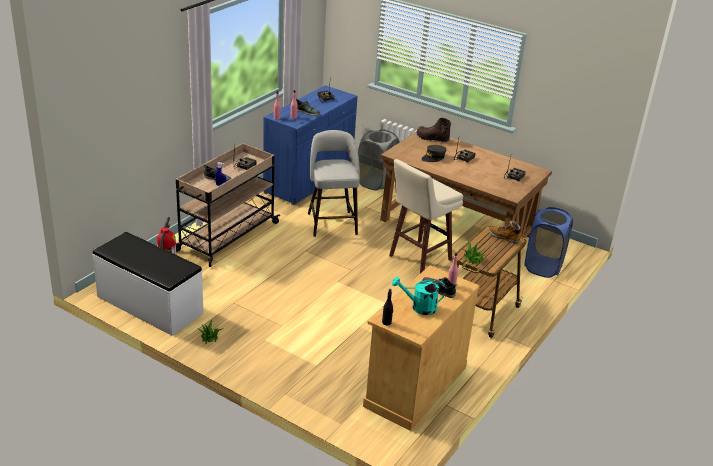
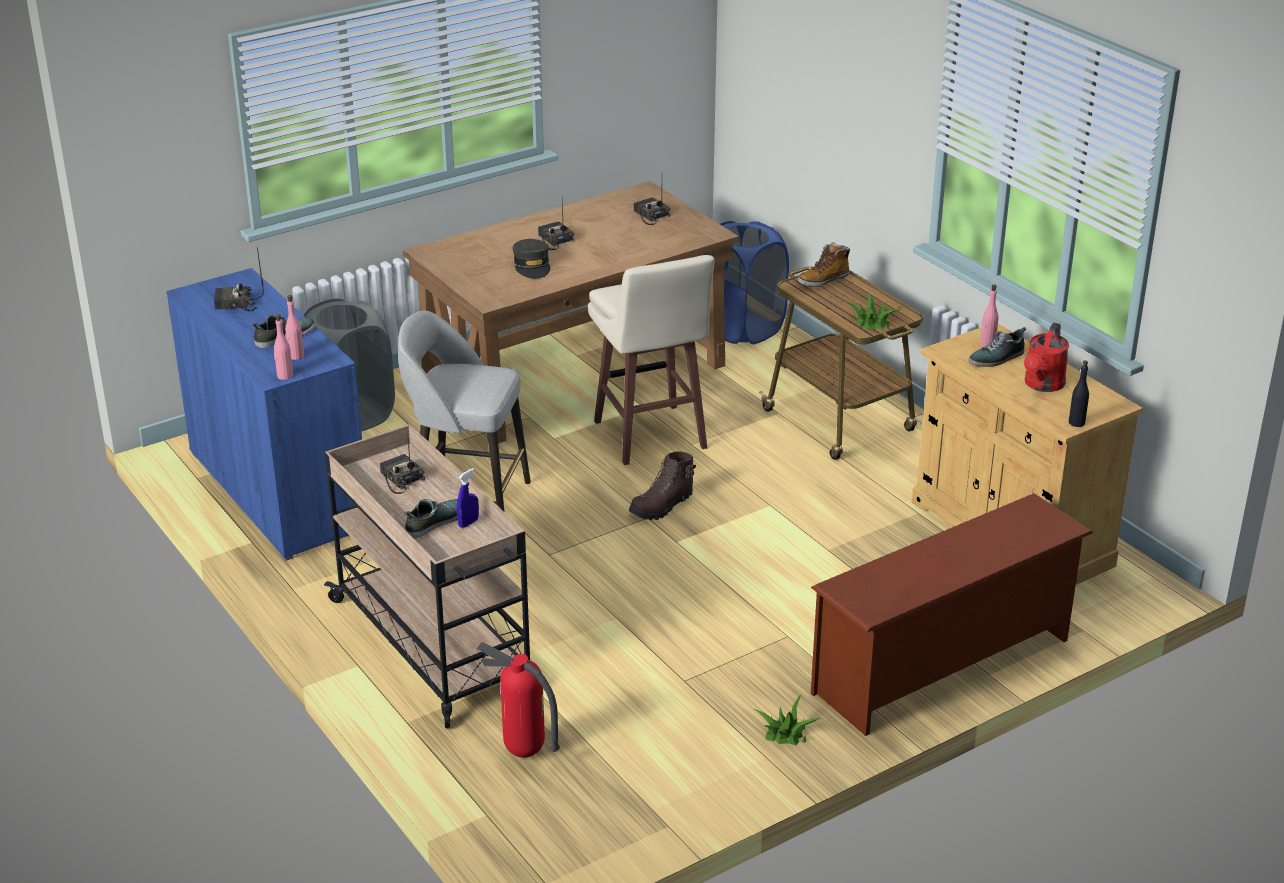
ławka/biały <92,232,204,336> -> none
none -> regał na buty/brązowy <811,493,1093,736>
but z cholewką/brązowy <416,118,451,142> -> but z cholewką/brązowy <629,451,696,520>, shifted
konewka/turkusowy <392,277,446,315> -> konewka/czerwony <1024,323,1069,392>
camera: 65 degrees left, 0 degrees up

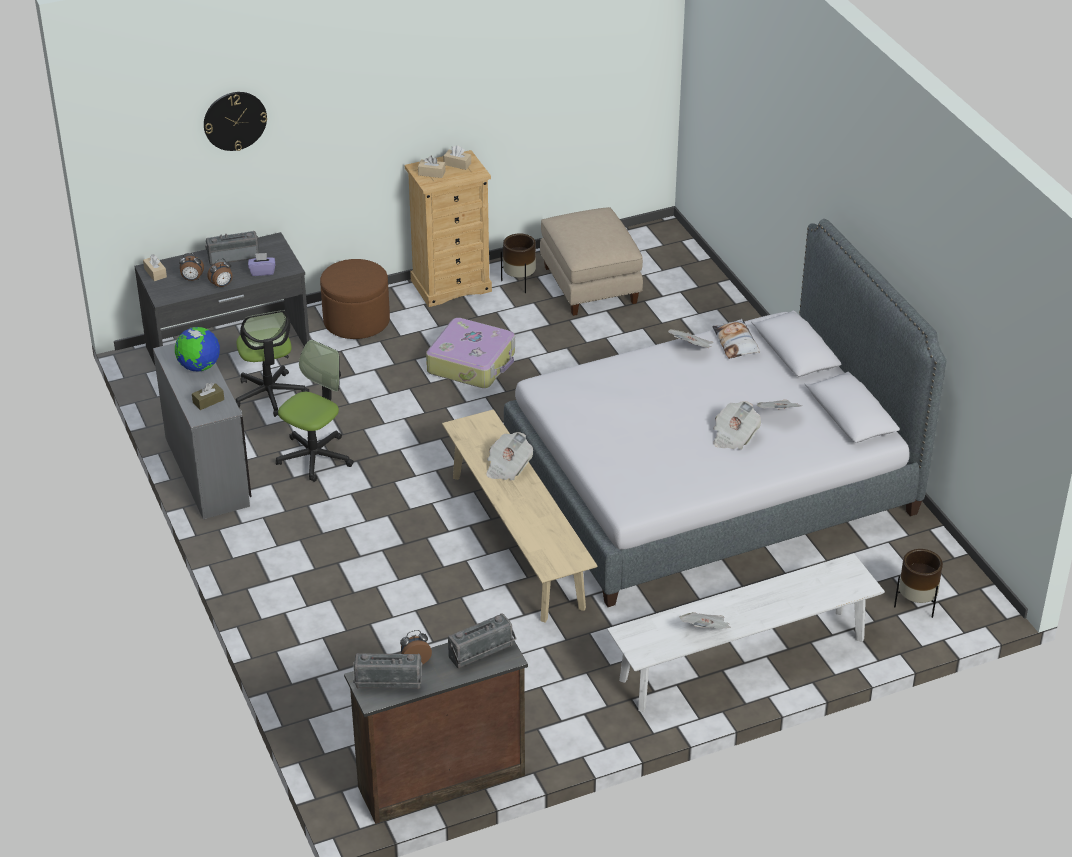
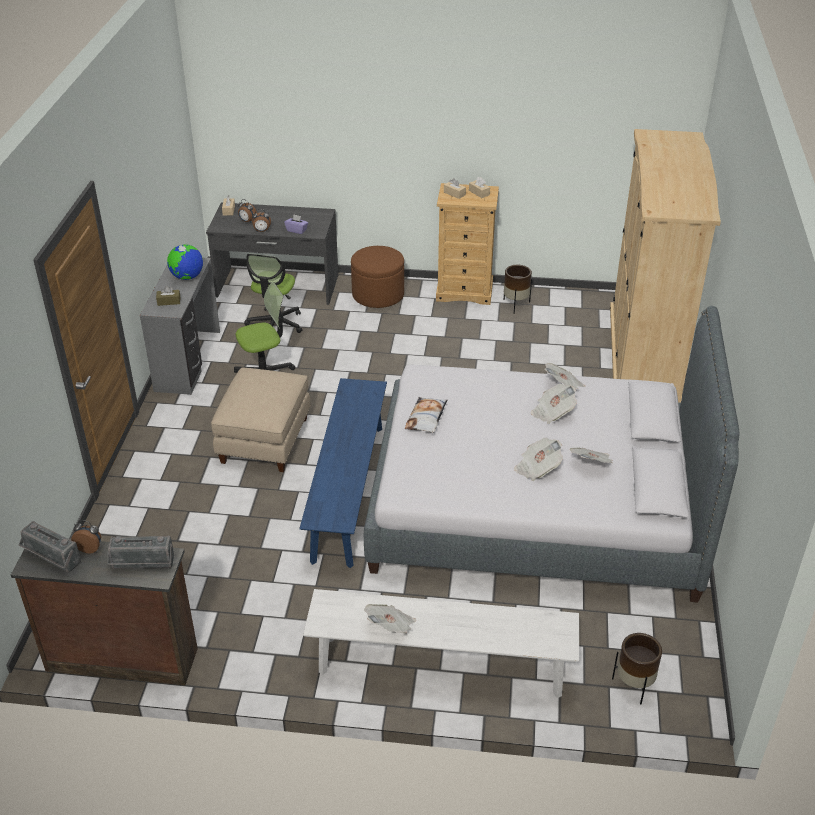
zegar ścienny <204,92,267,151> -> none
radio <205,231,259,265> -> none
walizka <426,318,515,388> -> none
none -> szafa/beżowy <610,129,721,403>
gazeta <486,432,533,480> -> gazeta <531,384,577,424>, shifted
pufa/beżowy <540,207,643,316> -> pufa/beżowy <211,367,311,472>, shifted
poduszka <712,319,760,359> -> poduszka <405,397,447,433>, shifted
ławka/beżowy <442,409,598,623> -> ławka/niebieski <300,378,387,568>
camera: 30 degrees right, 0 degrees up

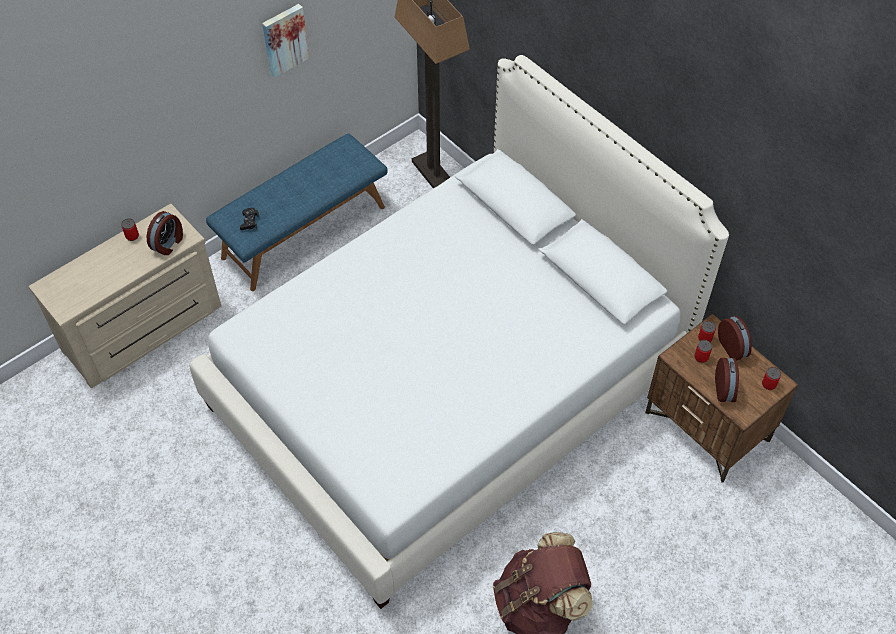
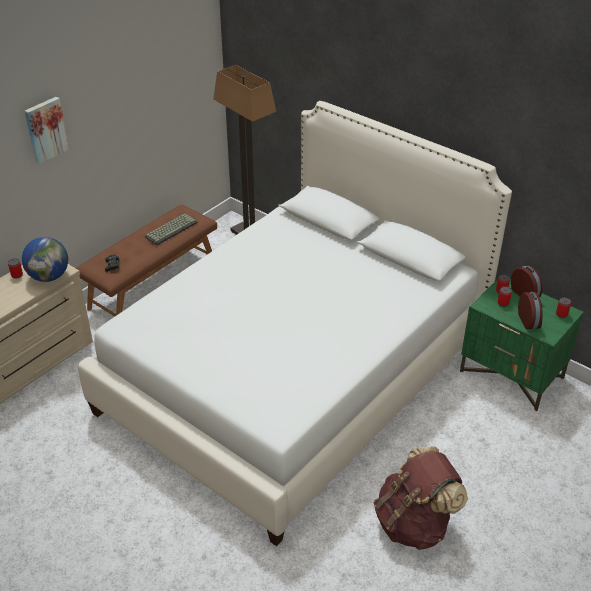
none -> klawiatura <145,214,198,245>
obraz <262,4,309,78> -> obraz <25,97,69,164>, shifted
budzik <147,211,183,255> -> globus <22,237,68,282>
ławka/niebieski <206,133,388,291> -> ławka/brązowy <76,205,217,317>
szafka nocna/brązowy <645,314,798,483> -> szafka nocna/zielony <460,279,584,411>
camera: 10 degrees left, 15 degrees down

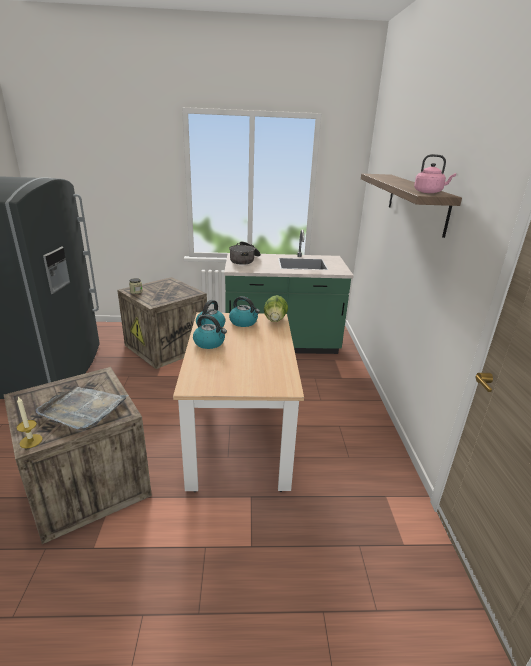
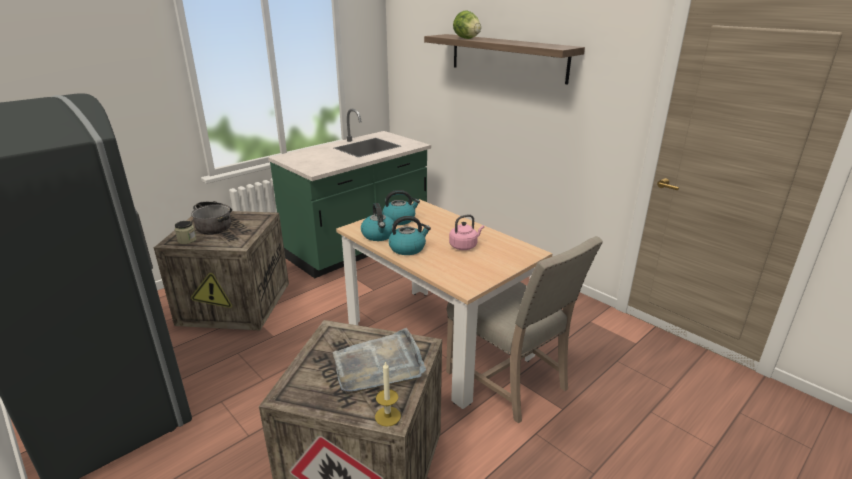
none -> krzesło/beżowy <446,236,603,423>
garnek <229,242,261,265> -> garnek <191,201,232,235>, shifted
sałata <264,295,288,322> -> sałata <453,10,481,39>, shifted
czajnik/różowy <414,154,456,193> -> czajnik/różowy <449,214,484,250>, shifted
camera: 40 degrees left, 0 degrees up

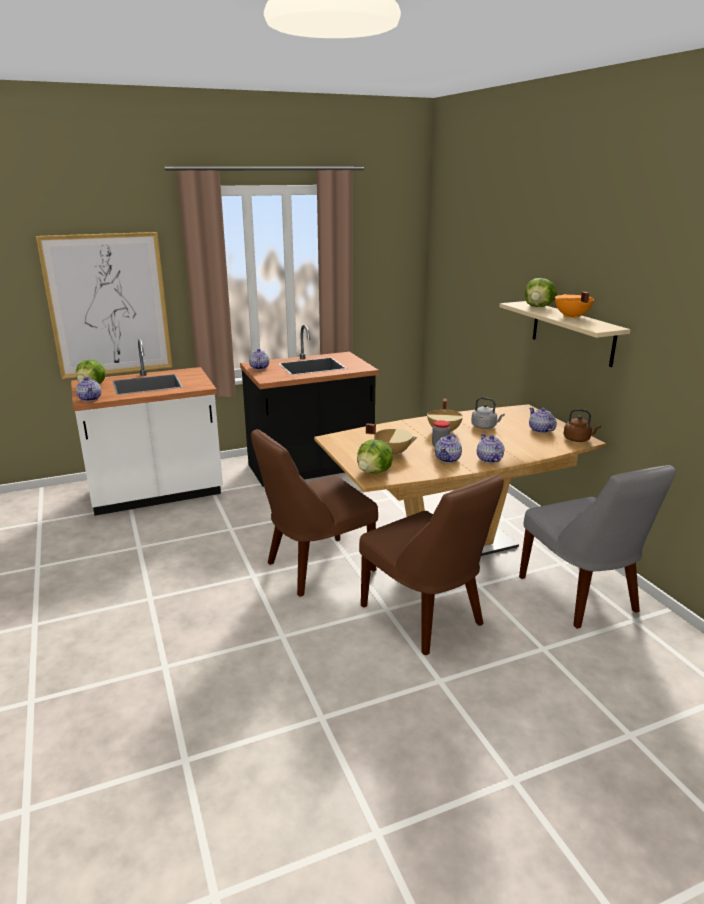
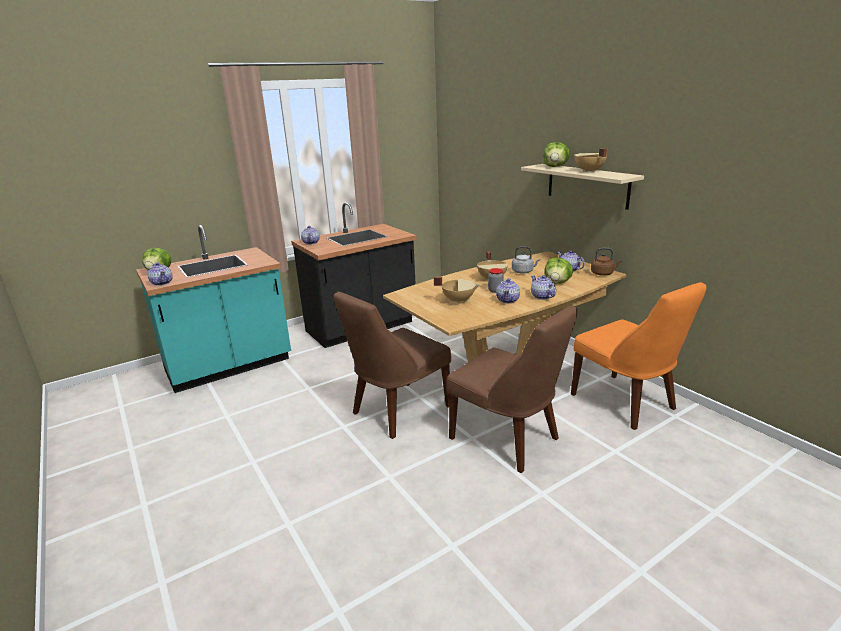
obraz <36,232,173,379> -> none
sałata <357,440,393,474> -> sałata <544,258,573,284>, shifted
zabudowa kuchenna/biały <71,339,223,516> -> zabudowa kuchenna/turkusowy <136,225,291,393>
krzesło/szary <519,465,675,629> -> krzesło/pomarańczowy <571,282,706,430>
garnek/pomarańczowy <555,292,594,319> -> garnek/beżowy <574,148,607,172>
camera: 10 degrees left, 0 degrees up

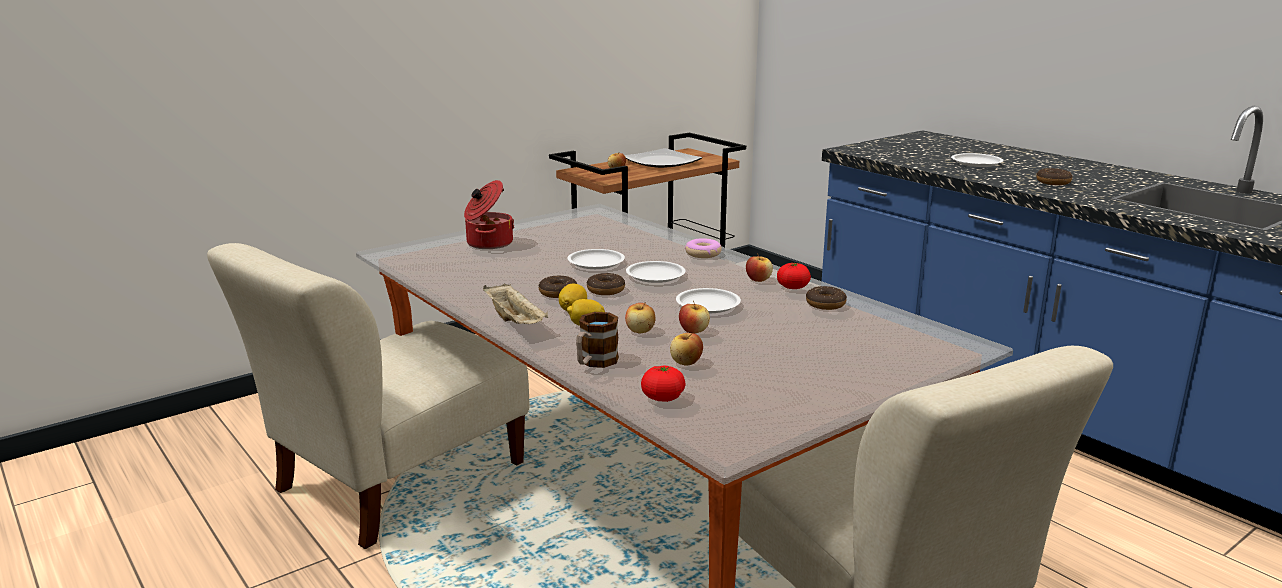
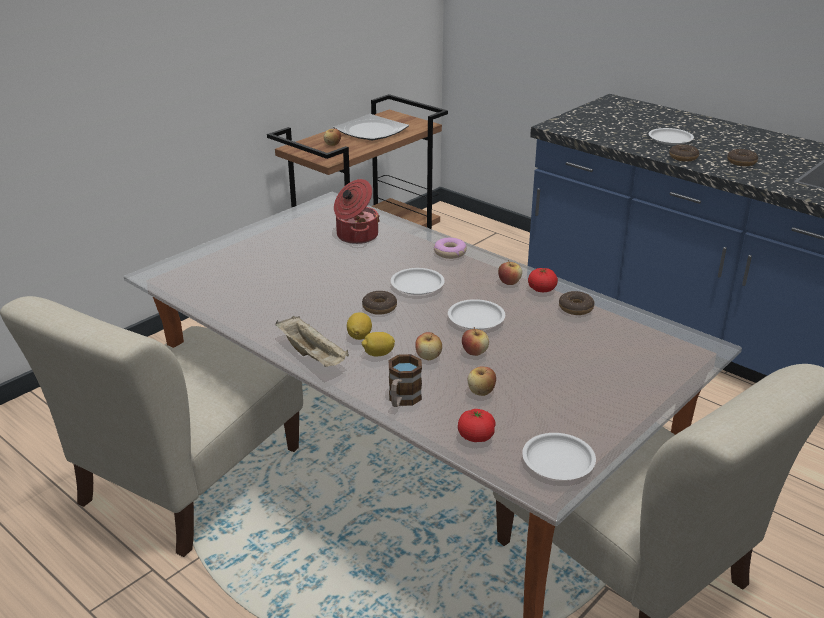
garnek <464,180,514,249> -> garnek <334,179,380,244>, shifted
donut <539,275,577,298> -> donut <669,144,699,161>, shifted
talerz/biały <567,249,625,269> -> talerz/biały <522,433,596,480>, shifted
camera: 10 degrees left, 10 degrees up

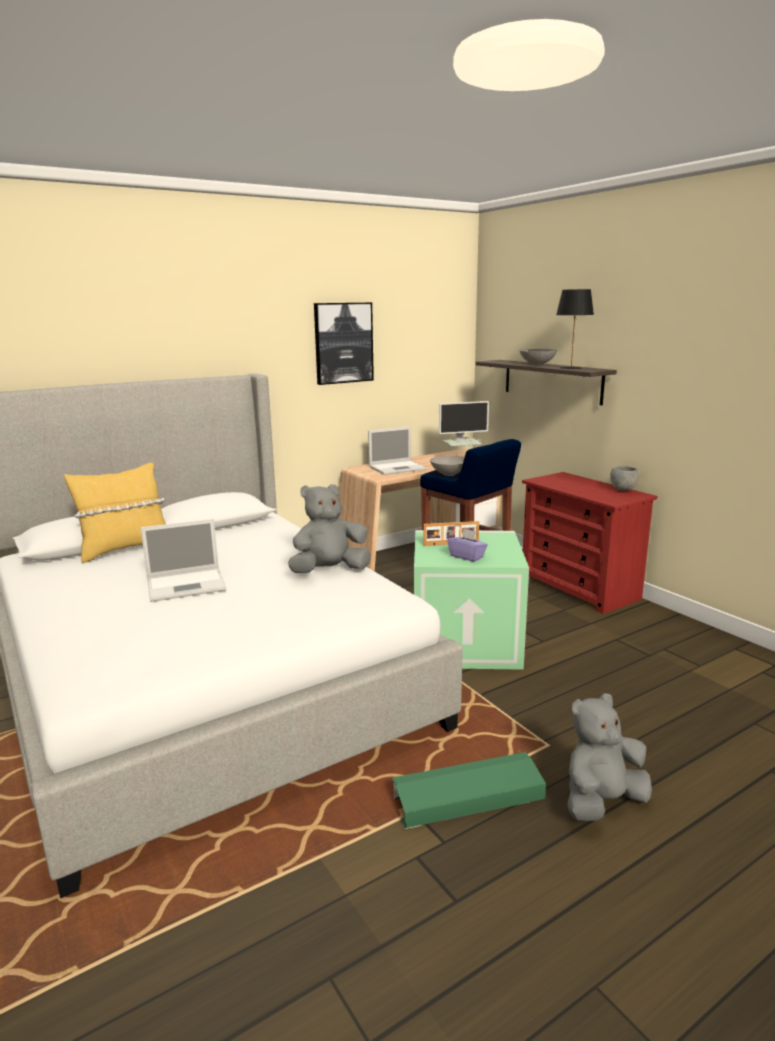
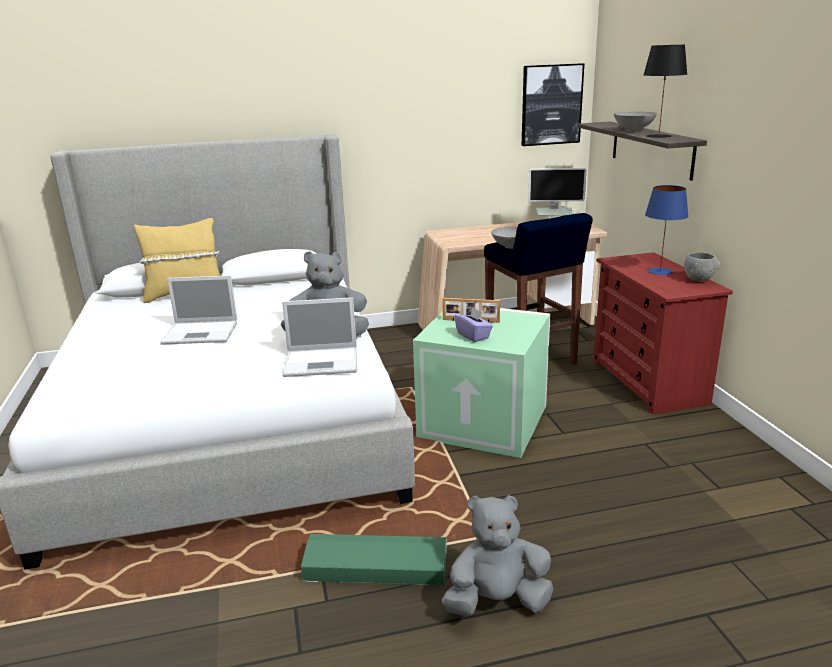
none -> lampa stołowa/niebieski <645,185,689,275>
obraz <314,303,374,385> -> obraz <522,63,584,146>, shifted
laptop <368,427,426,475> -> laptop <282,297,357,377>, shifted
camera: 20 degrees right, 5 degrees up

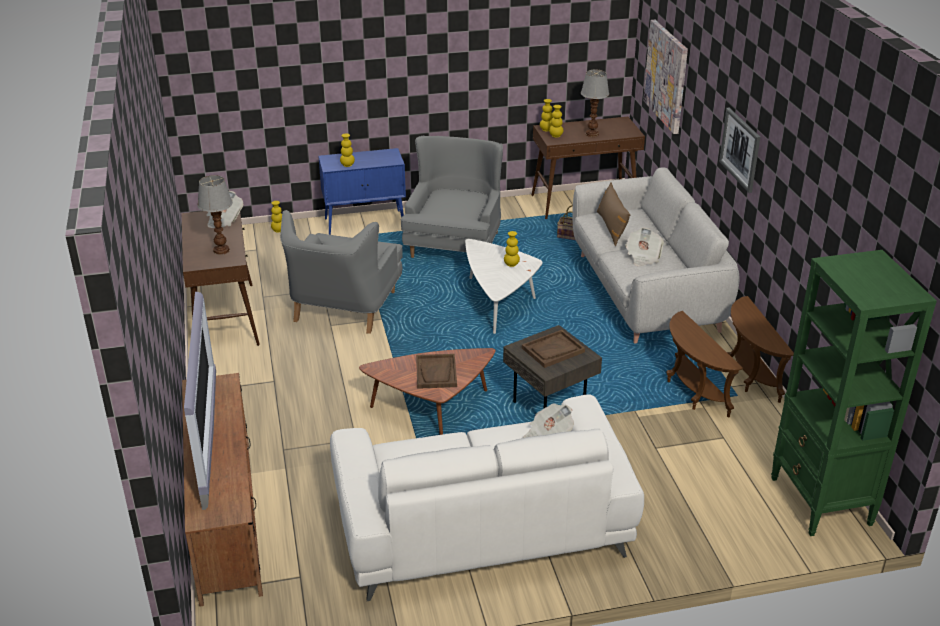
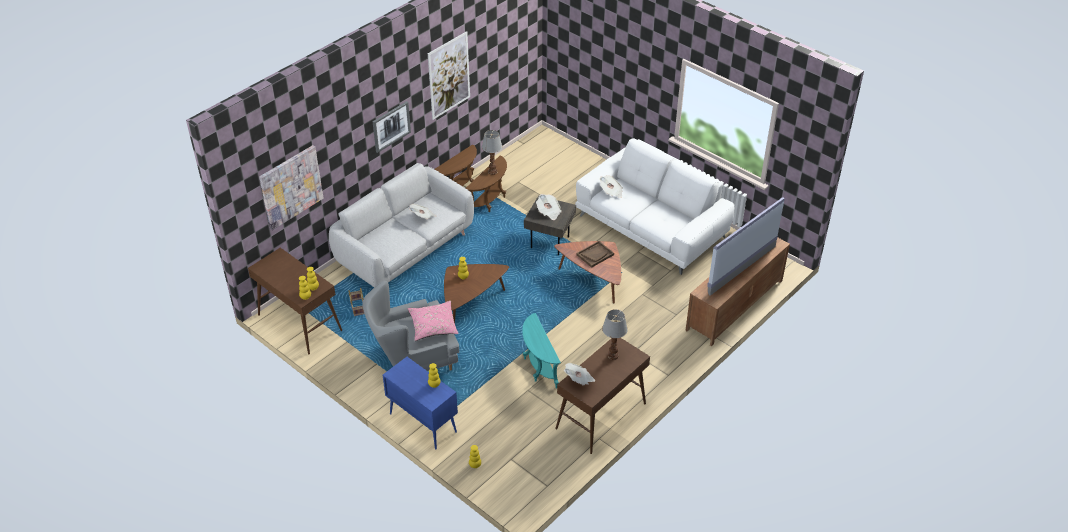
poduszka/brązowy <597,182,630,246> -> none
regał/zielony <771,250,937,536> -> none
none -> poduszka/różowy <407,301,459,341>
none -> obraz <428,31,470,120>
lampa stołowa <581,70,609,137> -> lampa stołowa <482,130,502,175>, shifted
fotel/szary <280,210,403,334> -> stolik/turkusowy <522,313,561,389>
taca/brązowy <522,330,585,368> -> gazeta <536,194,562,220>
ława/biały <465,239,543,334> -> ława/brązowy <444,264,509,323>
camera: 125 degrees left, 10 degrees up

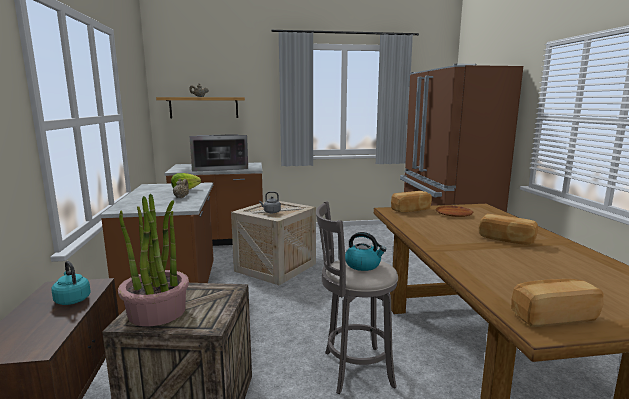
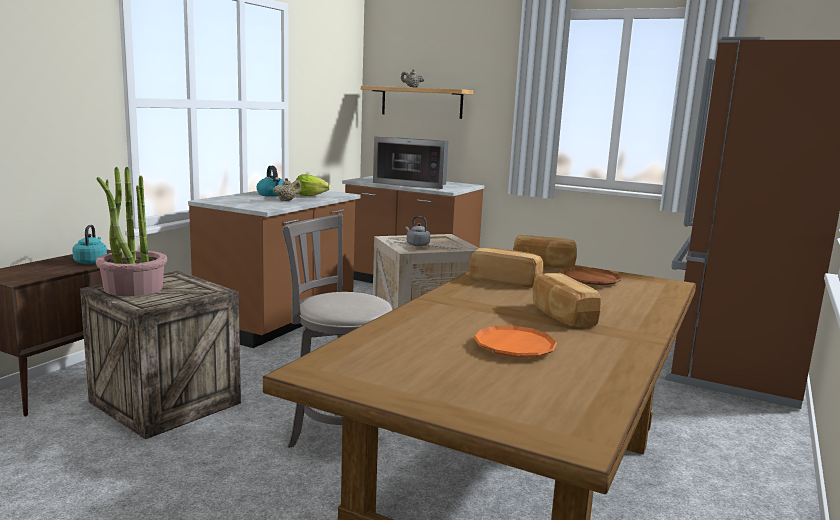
none -> talerz/pomarańczowy <474,325,557,357>
czajnik <345,232,386,271> -> czajnik <256,166,284,197>, shifted
chleb <511,279,603,327> -> chleb <470,248,543,288>, shifted
camera: 35 degrees right, 0 degrees up

